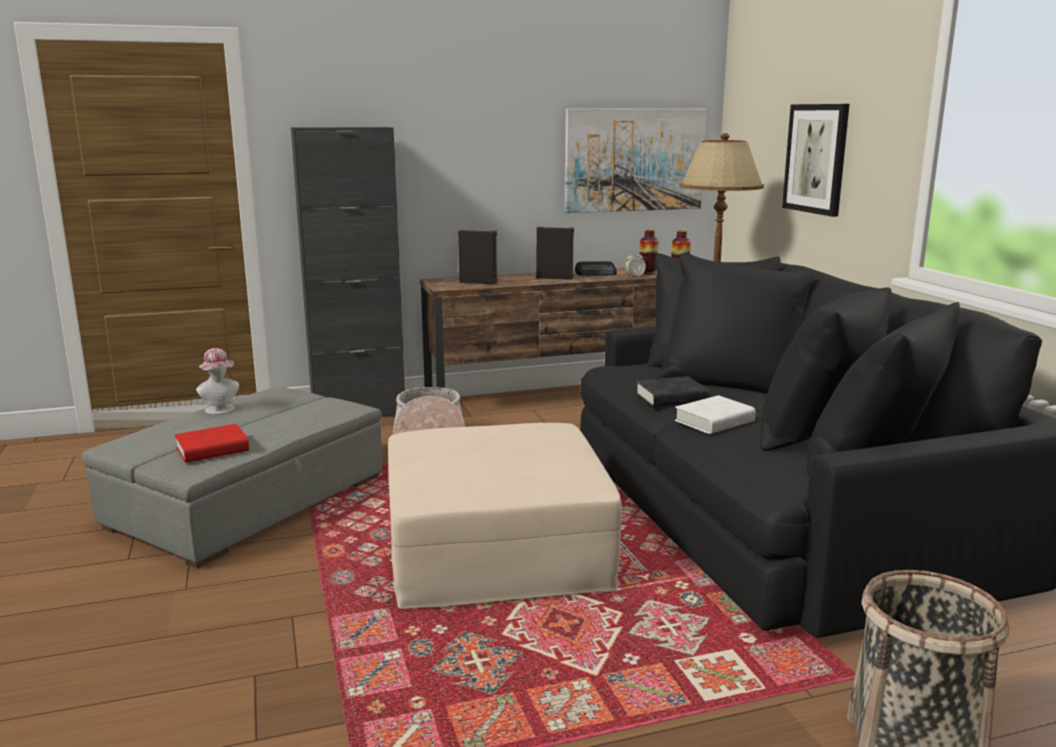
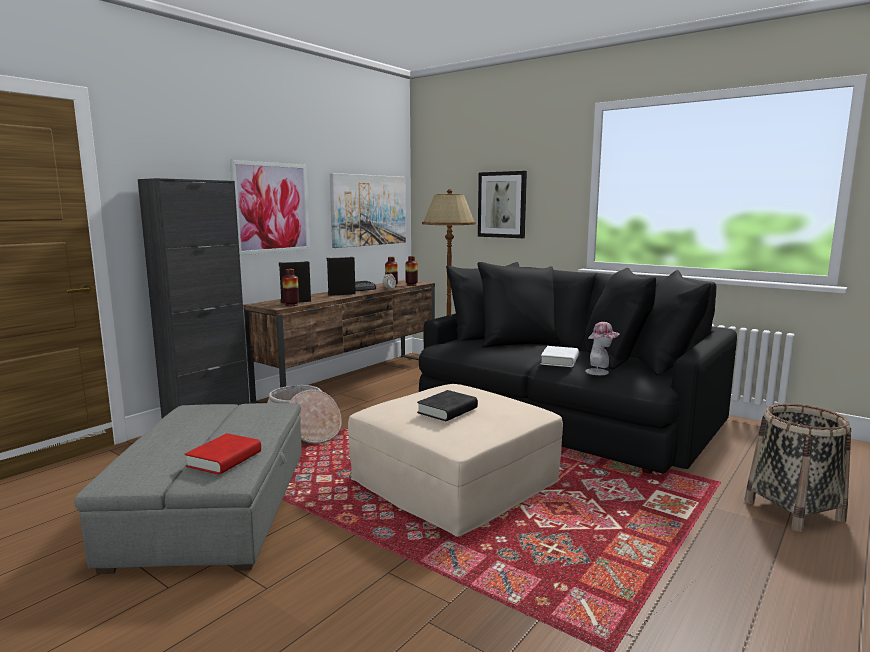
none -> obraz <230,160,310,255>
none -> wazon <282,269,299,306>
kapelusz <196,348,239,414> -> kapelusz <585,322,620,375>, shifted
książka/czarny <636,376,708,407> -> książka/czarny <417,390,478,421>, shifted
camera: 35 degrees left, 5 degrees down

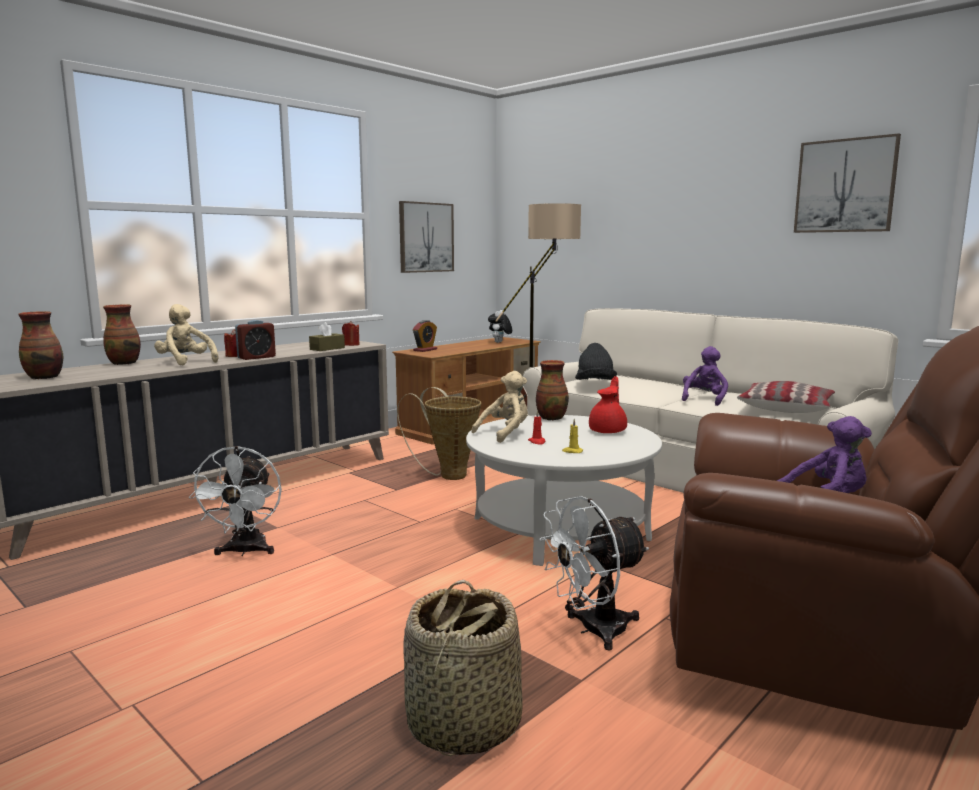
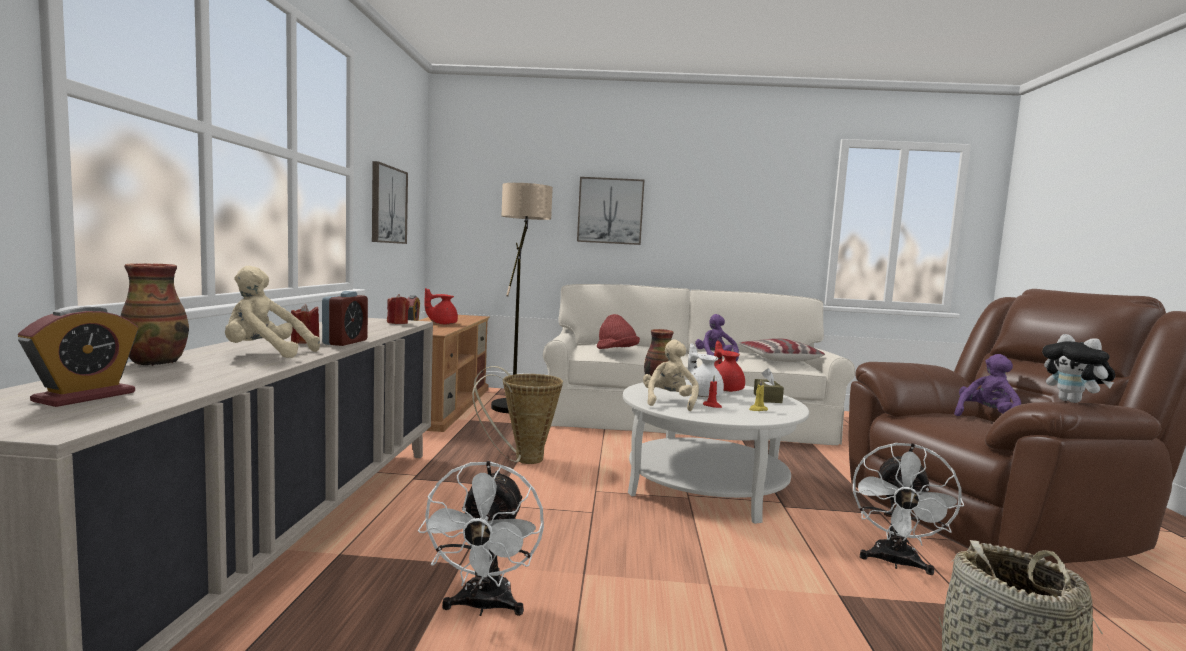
none -> imbryk/czerwony <425,288,458,324>
none -> imbryk/biały <687,343,724,397>
pudełko chusteczek/brązowy <309,322,345,351> -> pudełko chusteczek/brązowy <754,368,784,403>, shifted
pluszak <488,310,512,343> -> pluszak <1042,334,1115,403>, shifted
obraz <794,133,901,233> -> obraz <577,177,644,245>, shifted
wazon <18,311,63,380> -> budzik <18,306,138,407>
kapelusz/czarny <575,343,617,380> -> kapelusz/czerwony <597,314,640,349>
wentylator/biały <188,446,282,556> -> wentylator/biały <418,461,544,616>, 45 degrees clockwise
camera: 40 degrees left, 5 degrees down

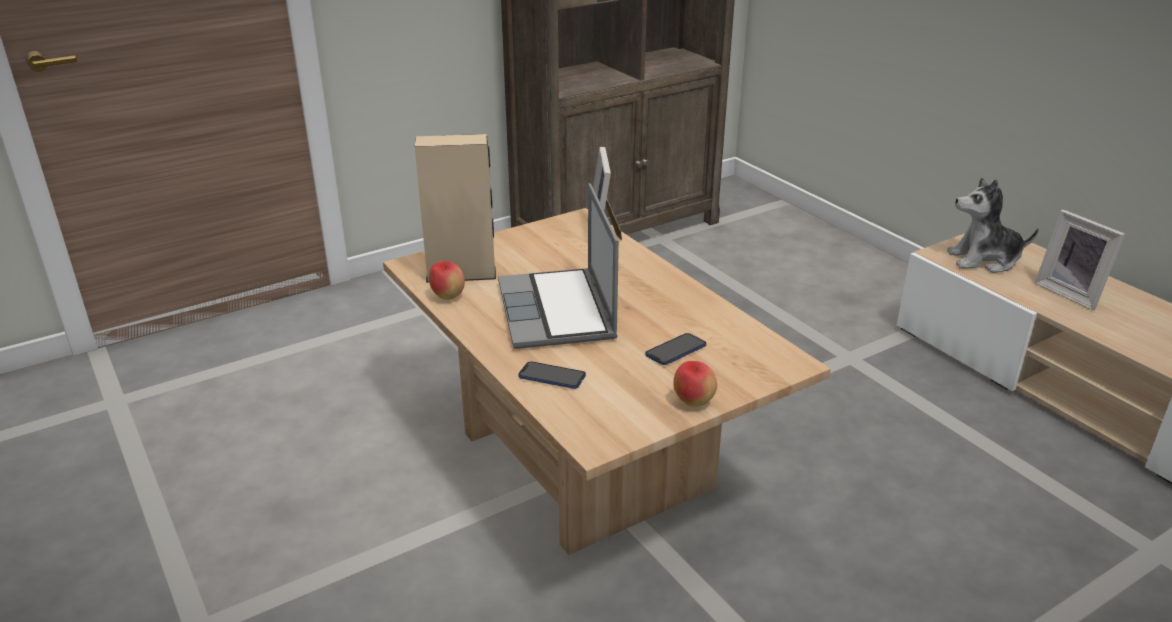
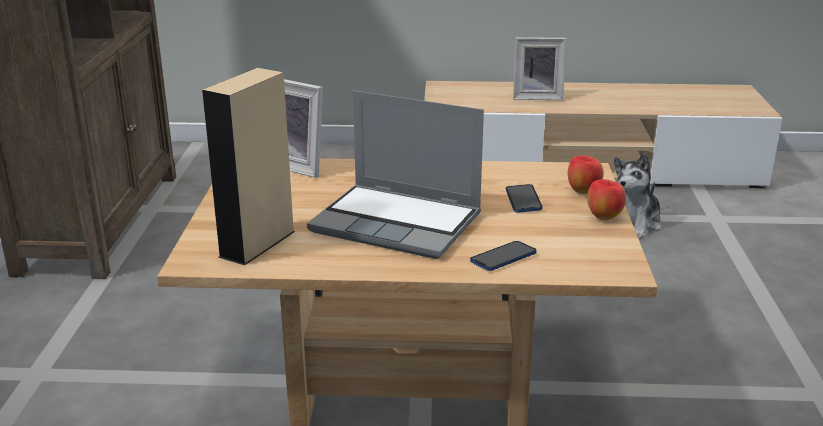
jabłko <429,261,465,300> -> jabłko <568,155,604,194>, shifted
pluszak <947,178,1039,273> -> pluszak <614,153,662,239>, shifted
camera: 55 degrees left, 5 degrees down

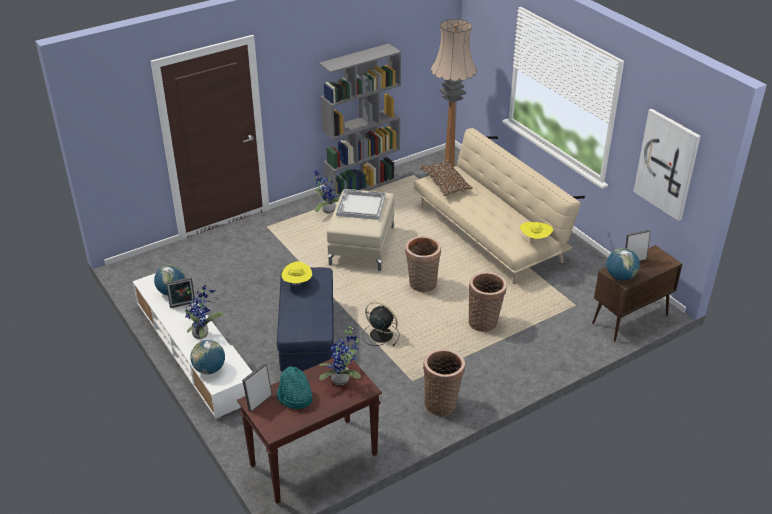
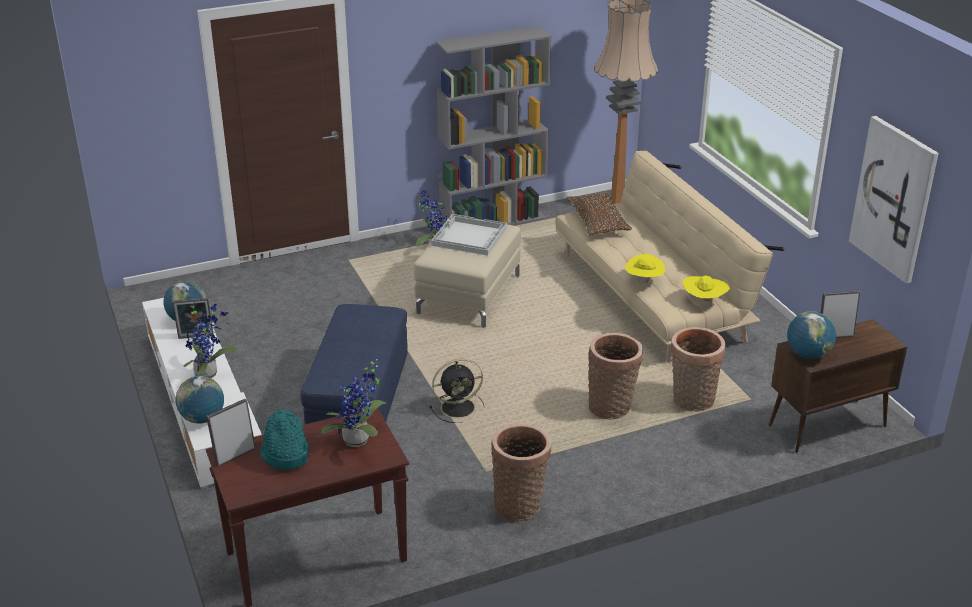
kapelusz/żółty <281,261,312,285> -> kapelusz/żółty <625,254,666,283>, shifted
koszyk <405,236,441,292> -> koszyk <671,327,725,412>, shifted
wentylator/czarny <362,302,400,346> -> wentylator/czarny <430,359,484,423>, 120 degrees clockwise
camera: 10 degrees right, 5 degrees down

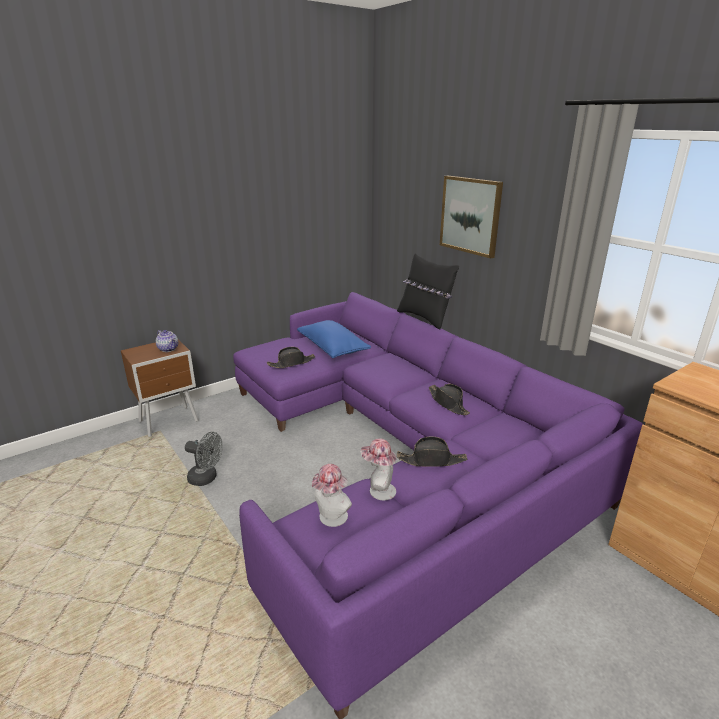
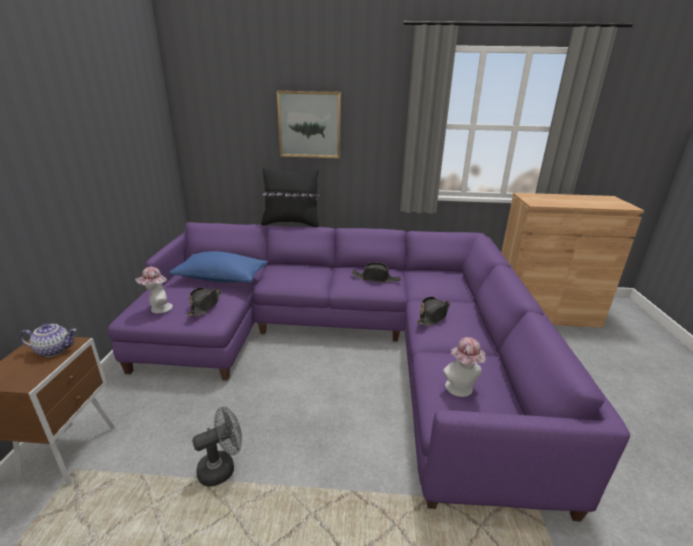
kapelusz <360,438,397,500> -> kapelusz <135,267,173,314>, shifted
camera: 50 degrees left, 0 degrees up

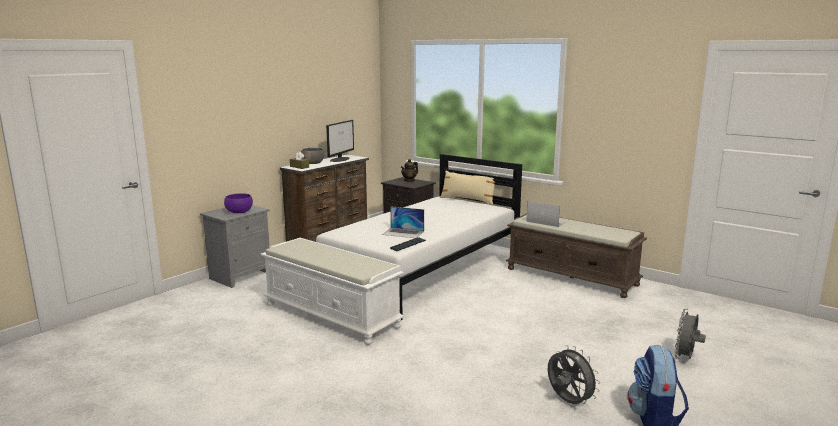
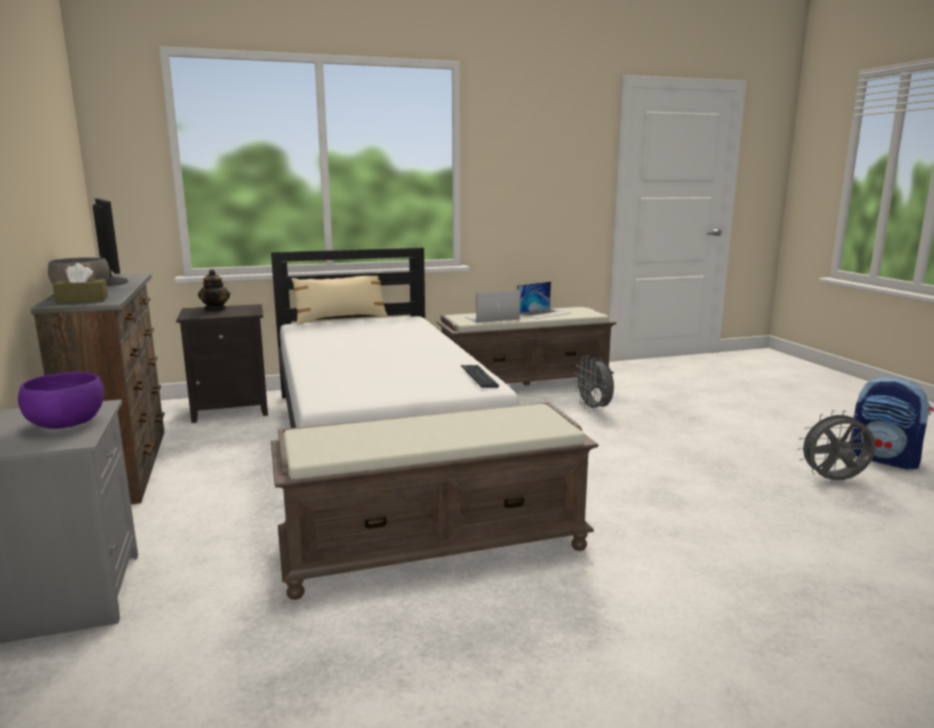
laptop <382,206,424,238> -> laptop <517,281,570,319>, shifted
wentylator/szary <674,308,706,359> -> wentylator/szary <574,356,614,412>, shifted
ławka/biały <261,238,404,345> -> ławka/brązowy <271,402,599,600>
camera: 55 degrees left, 0 degrees up

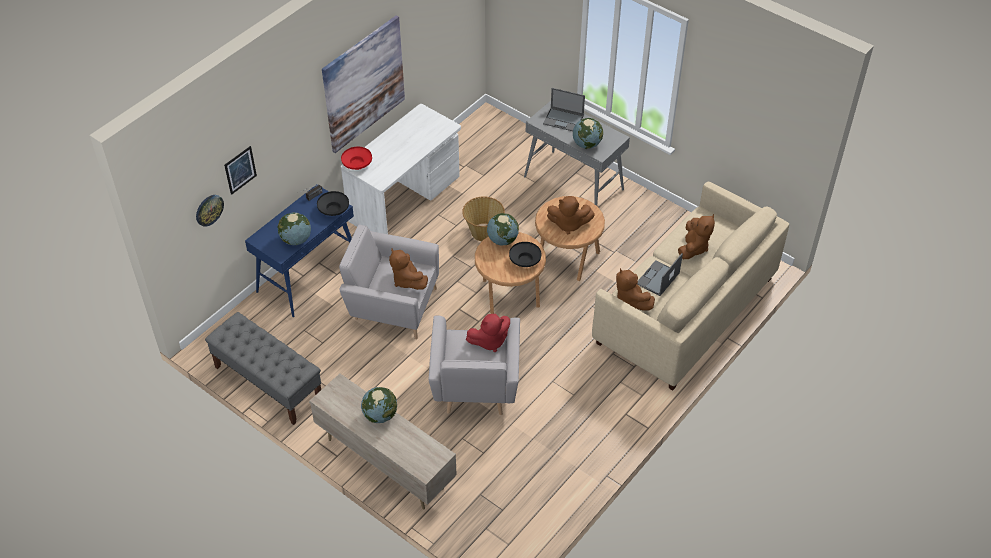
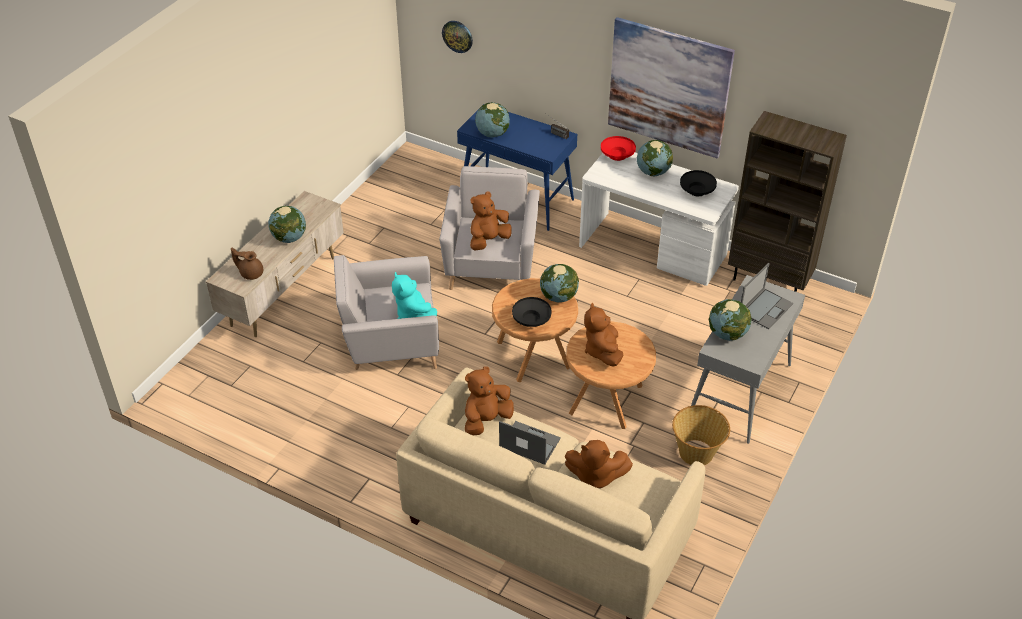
ławka/szary <205,312,321,425> -> none
obraz <224,146,257,195> -> none
none -> imbryk/brązowy <231,247,263,280>
none -> globus <637,140,673,176>
none -> regał/brązowy <728,111,847,292>
miska/czarny <317,191,349,216> -> miska/czarny <680,170,717,196>, shifted
koszyk <462,197,505,241> -> koszyk <672,405,730,465>, shifted
pluszak/czerwony <466,314,510,352> -> pluszak/turkusowy <392,272,437,319>
laptop <543,88,585,131> -> laptop <741,263,793,329>, 150 degrees counterclockwise
camera: 80 degrees right, 5 degrees down

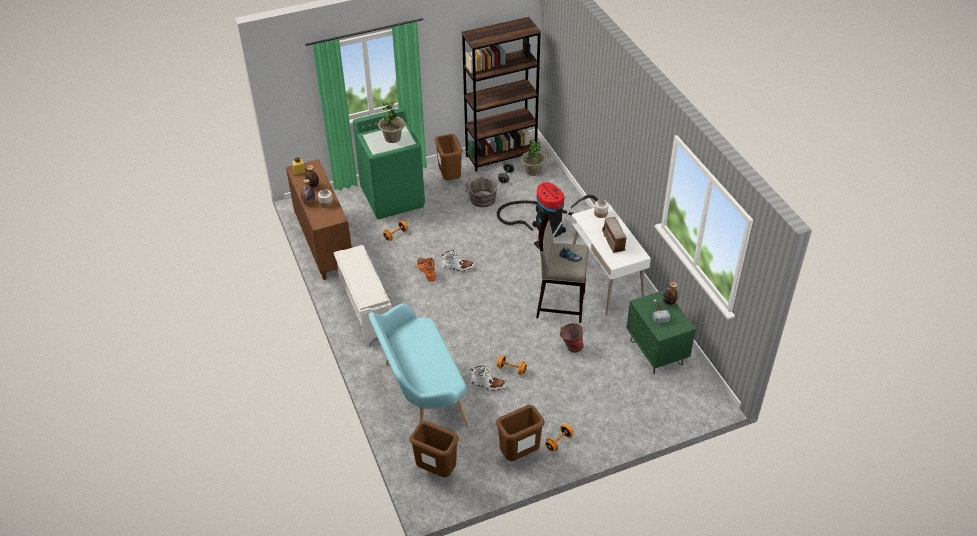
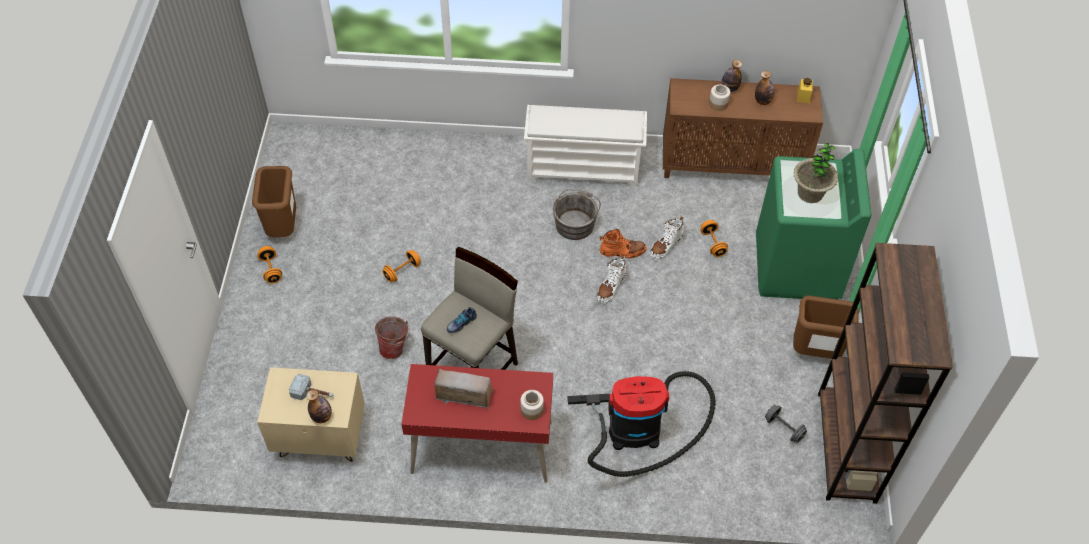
ławka/turkusowy <369,303,469,428> -> none
kosz na śmieci/brązowy <410,421,459,477> -> none
roślina doniczkowa <521,139,546,176> -> none
wiadro/szary <465,176,497,207> -> wiadro/szary <553,189,601,240>, shifted
but z cholewką/biały <470,365,506,391> -> but z cholewką/biały <650,217,684,259>, shifted
biurko/biały <571,204,651,316> -> biurko/czerwony <401,364,553,483>
szafka nocna/zielony <626,290,696,374> -> szafka nocna/beżowy <257,367,365,462>
camera: 115 degrees right, 10 degrees up

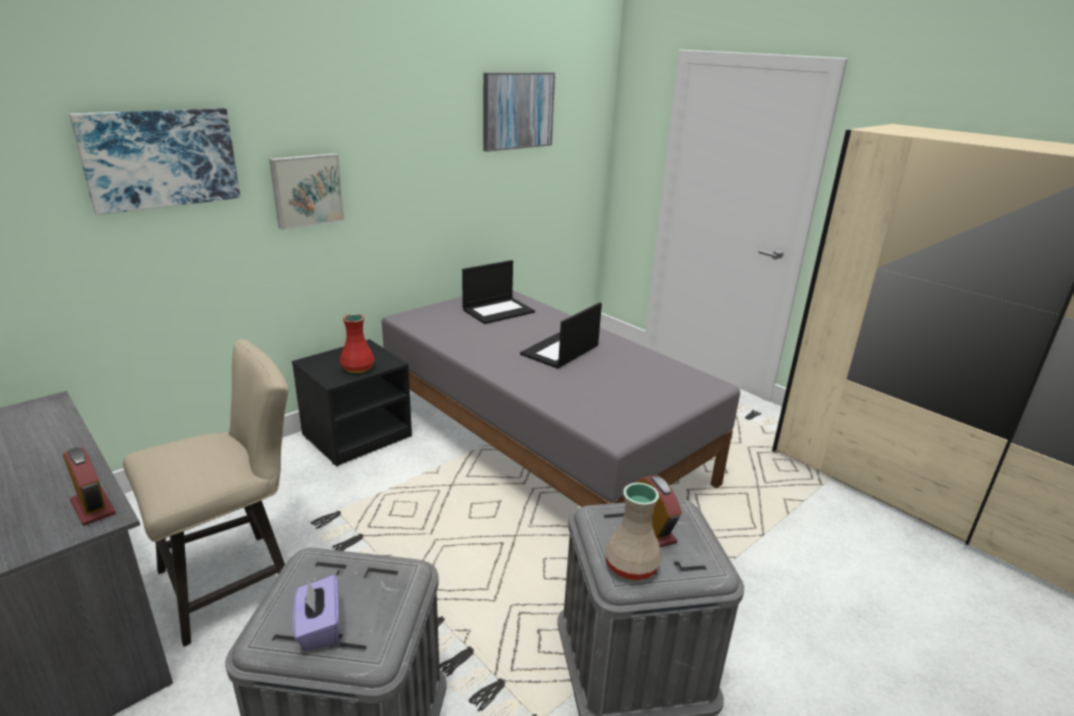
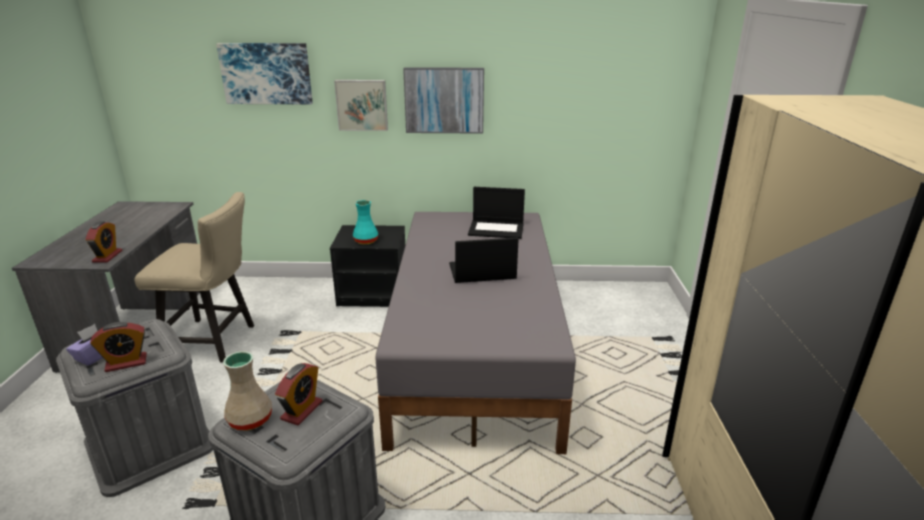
none -> budzik <90,322,147,372>
obraz <483,72,555,152> -> obraz <403,67,484,134>, shifted
wazon/czerwony <340,314,375,373> -> wazon/turkusowy <353,200,378,244>
camera: 45 degrees right, 0 degrees up

